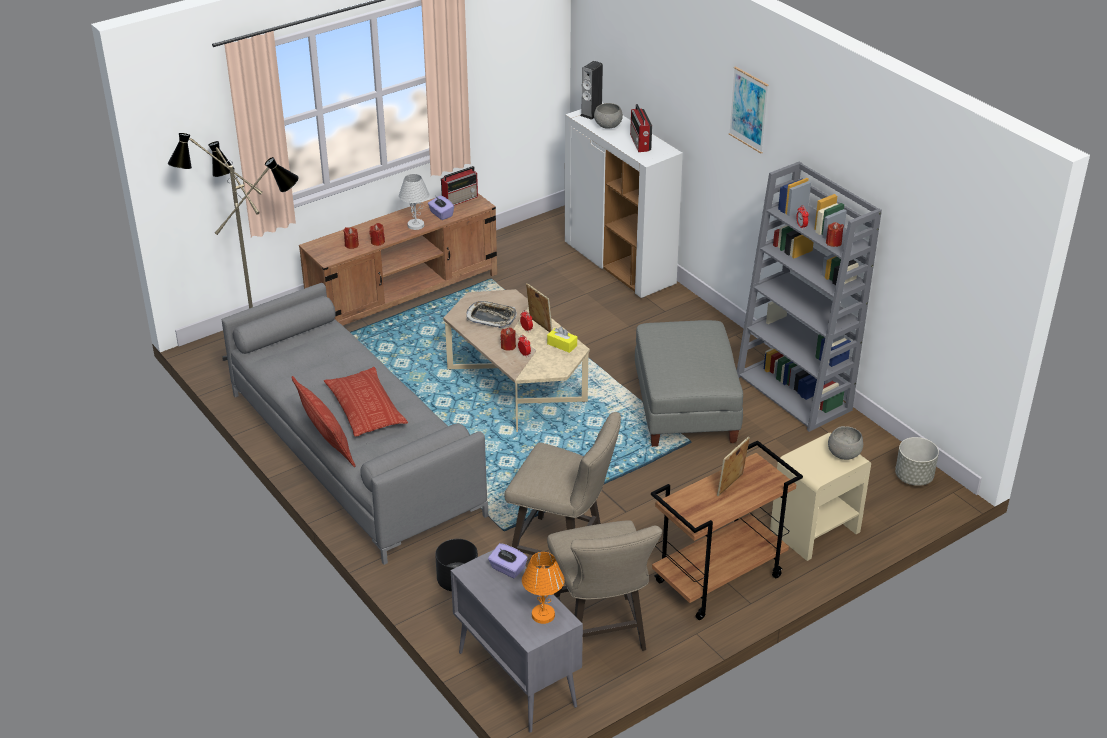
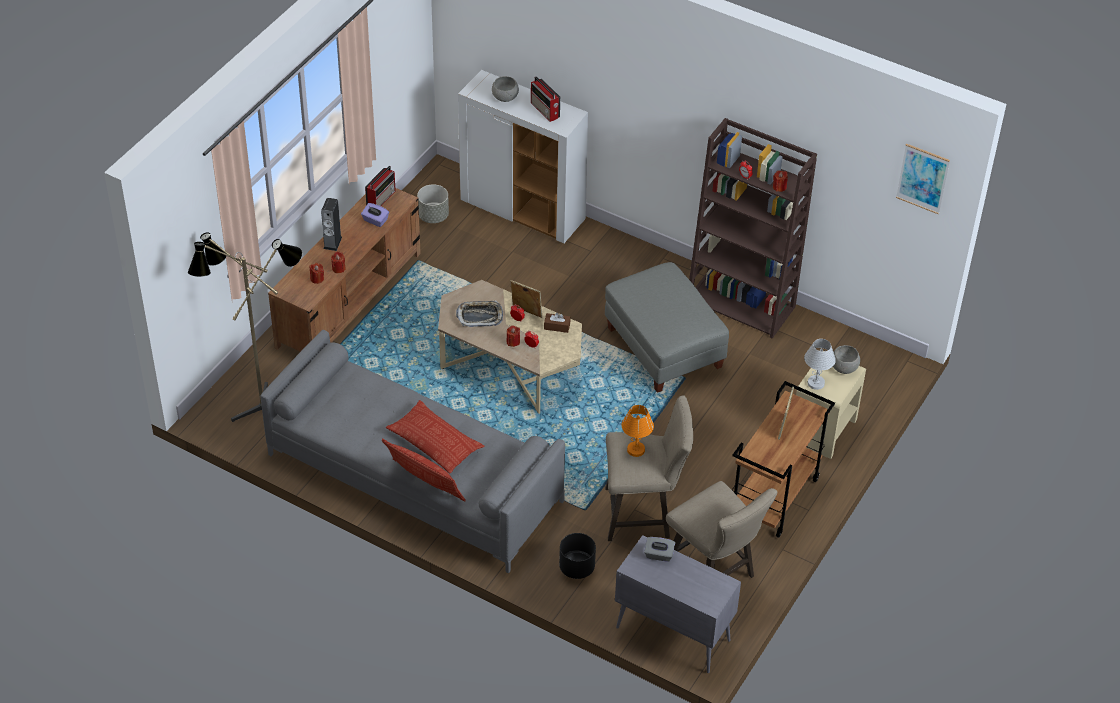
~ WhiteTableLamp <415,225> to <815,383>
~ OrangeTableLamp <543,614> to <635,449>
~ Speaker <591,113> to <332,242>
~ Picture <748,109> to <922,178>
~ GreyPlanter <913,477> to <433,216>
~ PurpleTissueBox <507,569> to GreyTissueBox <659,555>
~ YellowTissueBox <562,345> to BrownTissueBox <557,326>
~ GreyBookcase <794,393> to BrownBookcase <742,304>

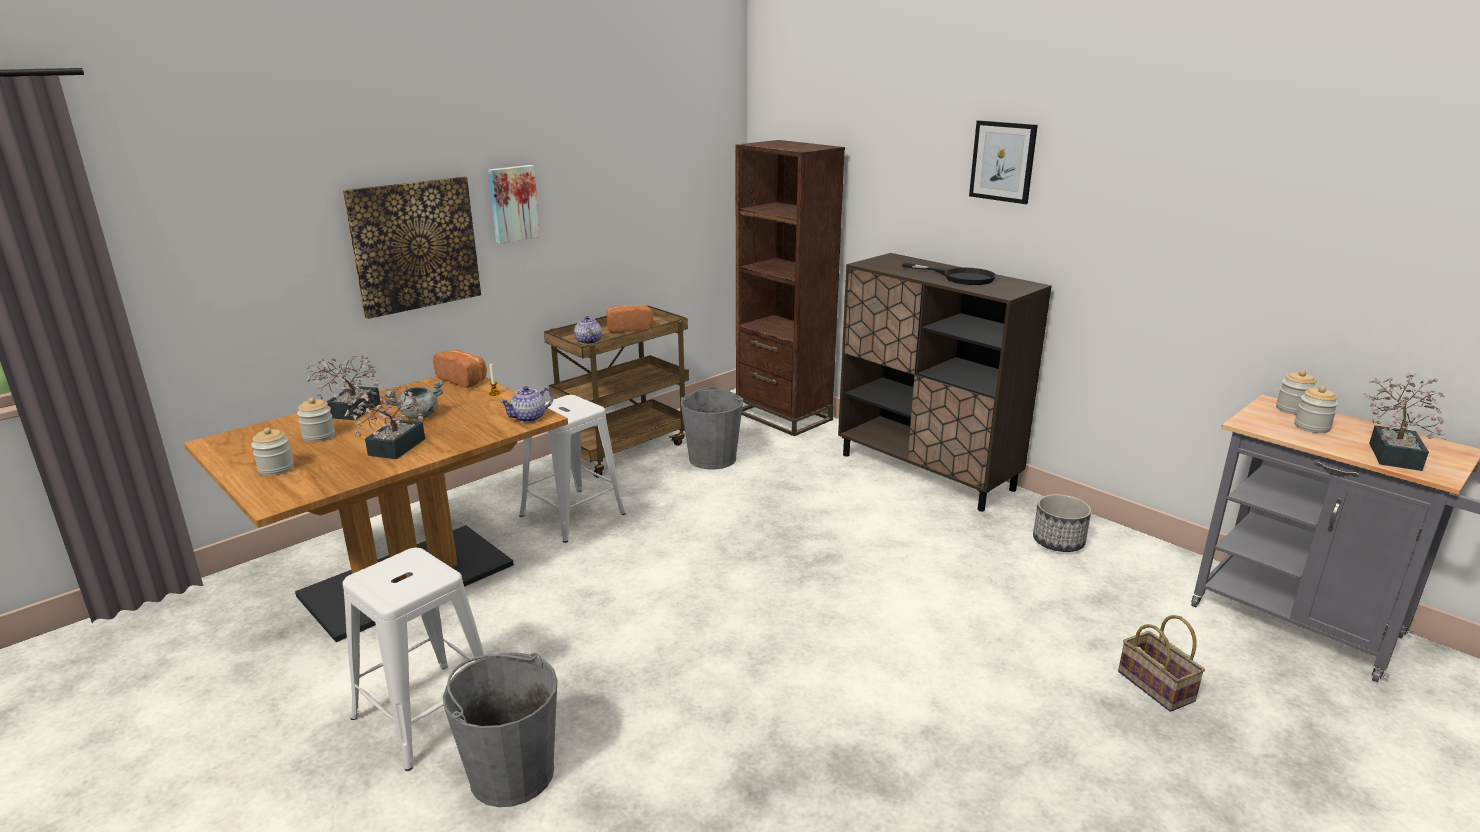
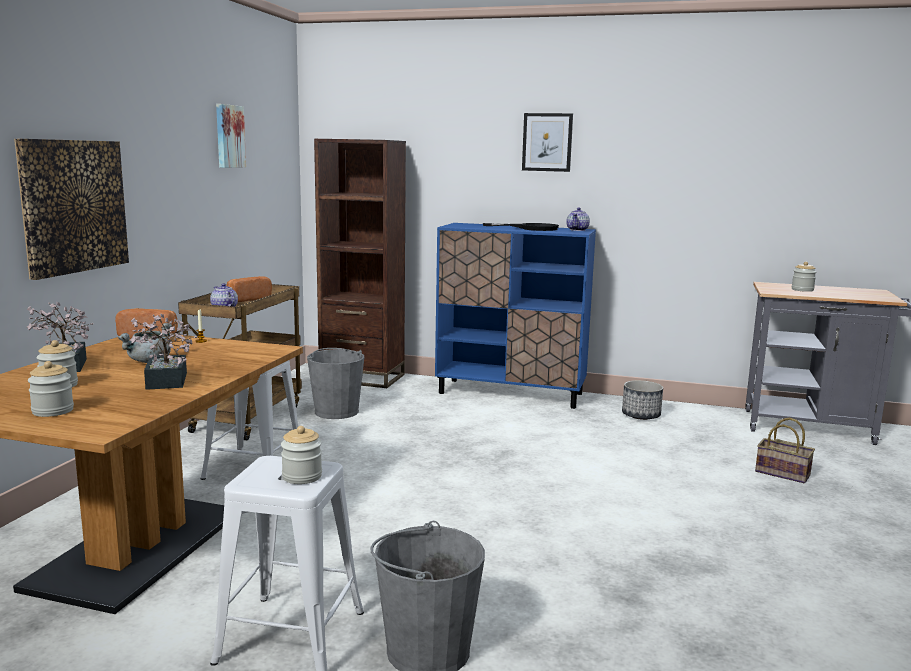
- PottedPlant <1394,453>
~ Picture <513,203> to <229,136>
~ Teapot <529,418> to <577,230>
~ Jar <1292,409> to <302,476>
~ BrownCabinet <926,472> to BlueCabinet <511,393>

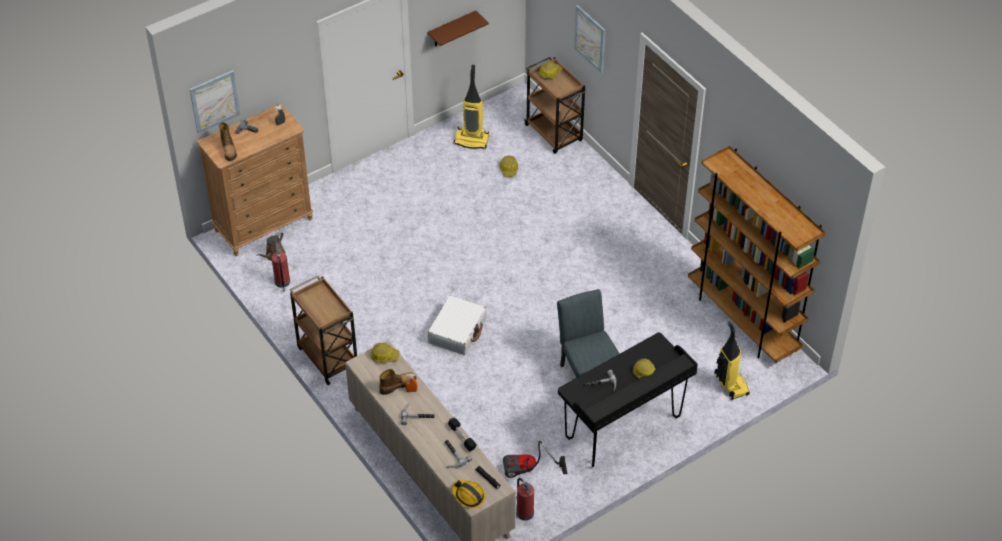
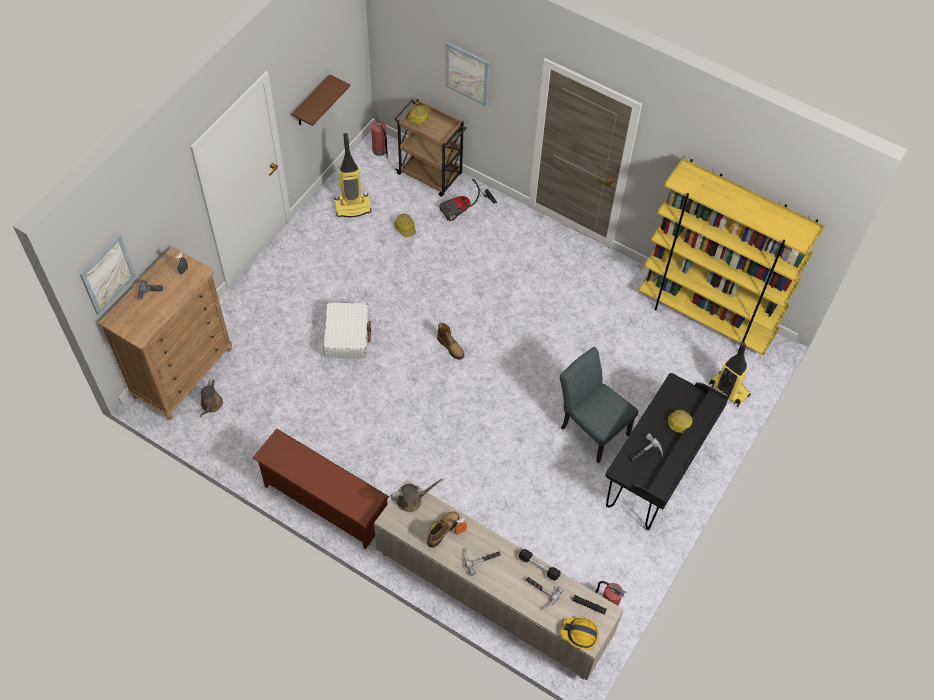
~ Boot <229,150> to <451,347>
~ FireExtinguisher <282,282> to <380,150>
~ WhiteSuitcase <457,331> to <347,335>
~ VacuumCleaner <529,470> to <464,210>
~ BrownCart <327,357> to BrownShoeRack <324,504>
~ HardHat <384,356> to BrownWateringCan <412,500>
~ BrownBookcase <743,320> to YellowBookcase <705,318>

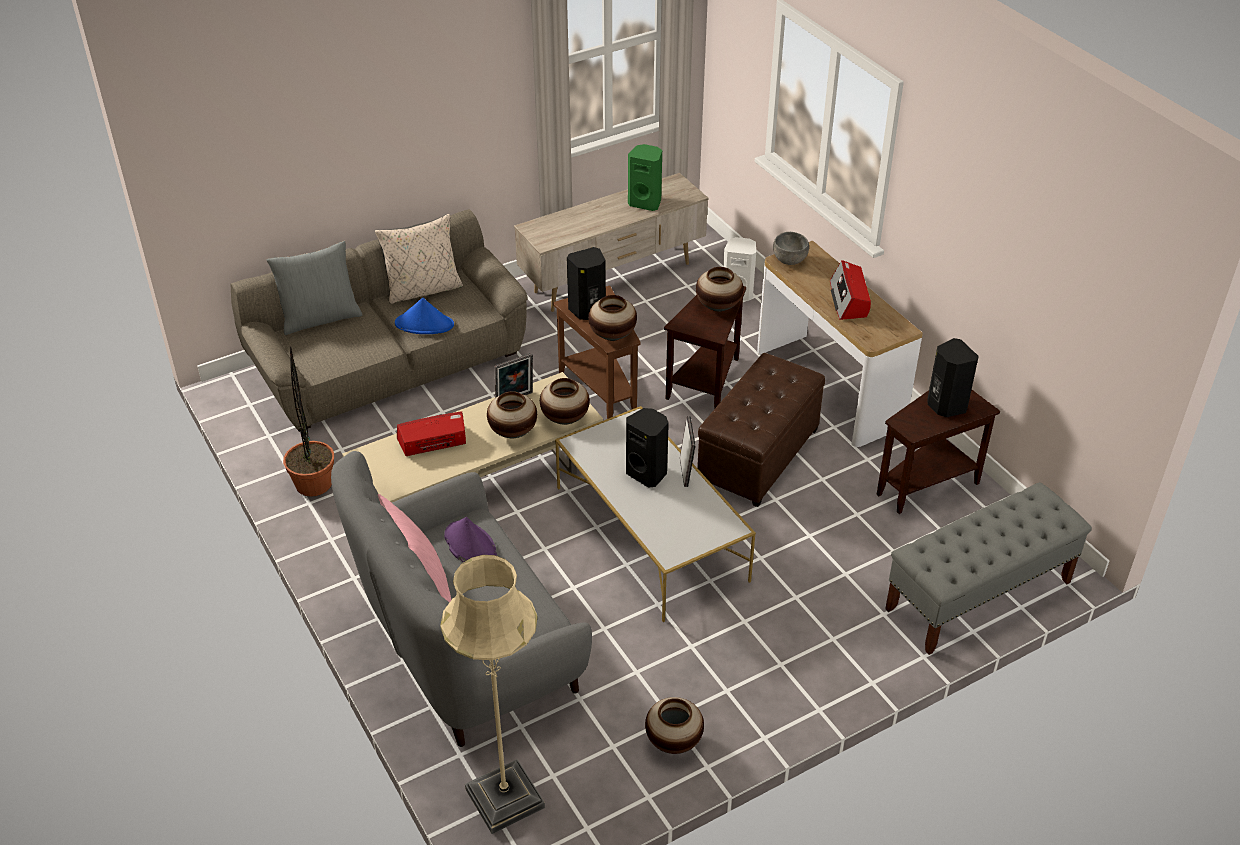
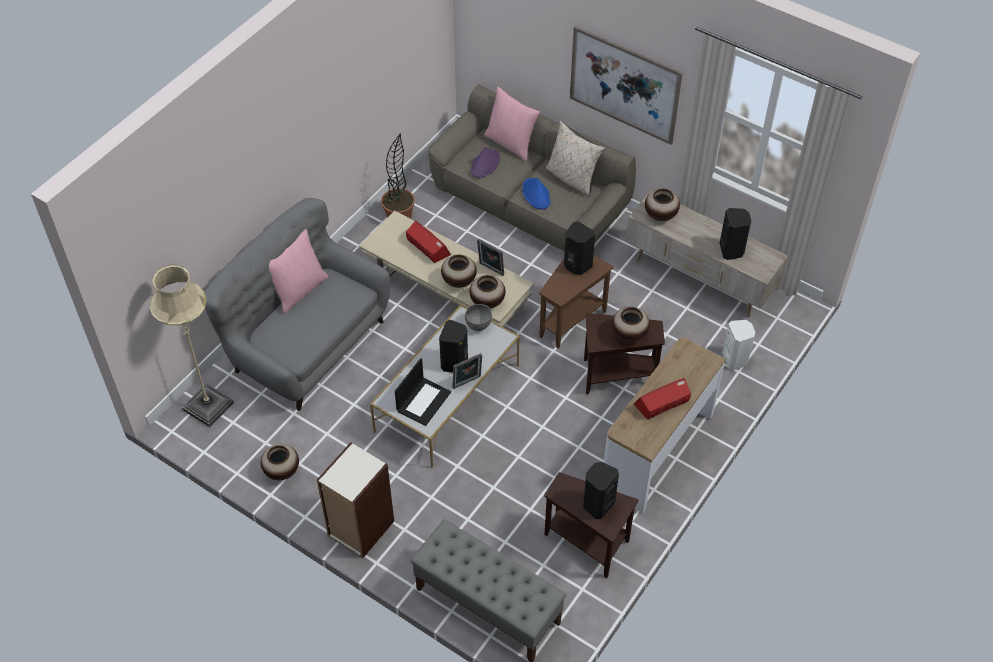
- BrownOttoman <757,455>
+ Bookcase <360,529>
+ Laptop <423,401>
+ Picture <624,85>
~ PurpleHat <470,545> to <485,164>
~ Vase <613,335> to <660,216>
~ GreyBowl <789,260> to <478,325>
~ GreyPillow <320,318> to PinkPillow <511,143>
~ GreenSpeaker <645,203> to BlackSpeaker <732,250>

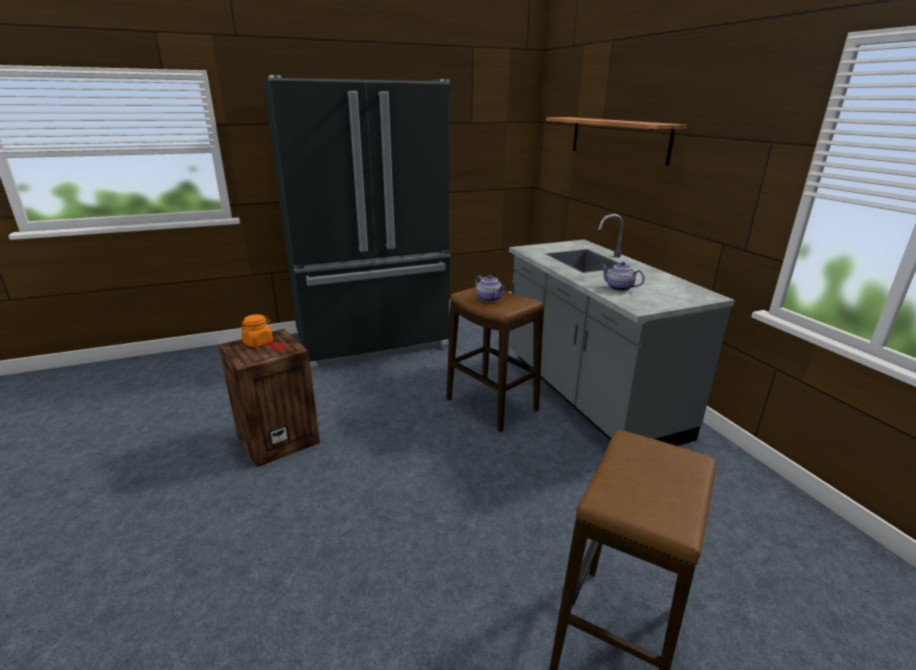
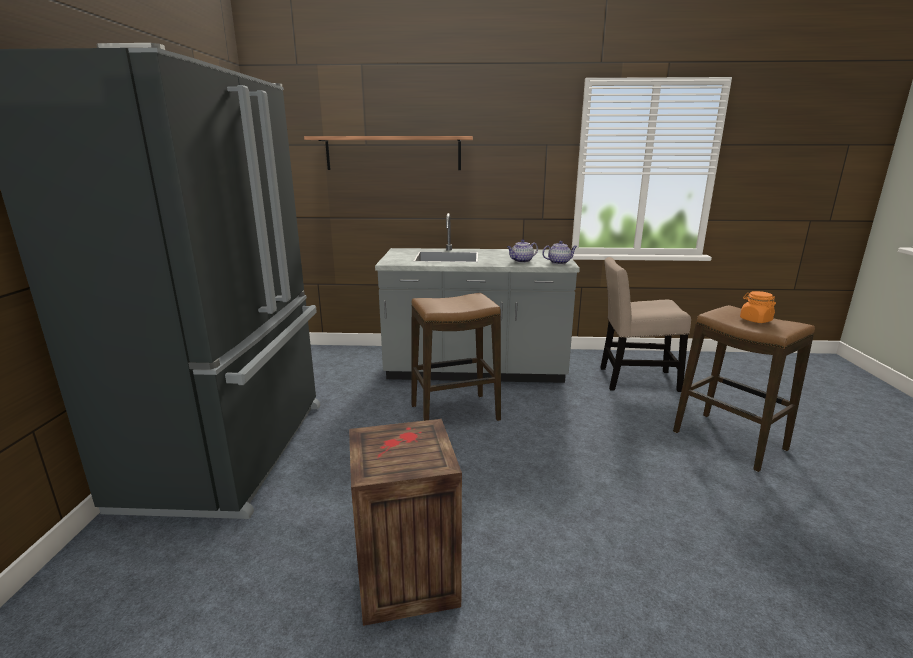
+ BeigeChair <634,379>
~ OrangeJar <258,342> to <755,320>
~ Teapot <489,299> to <559,262>

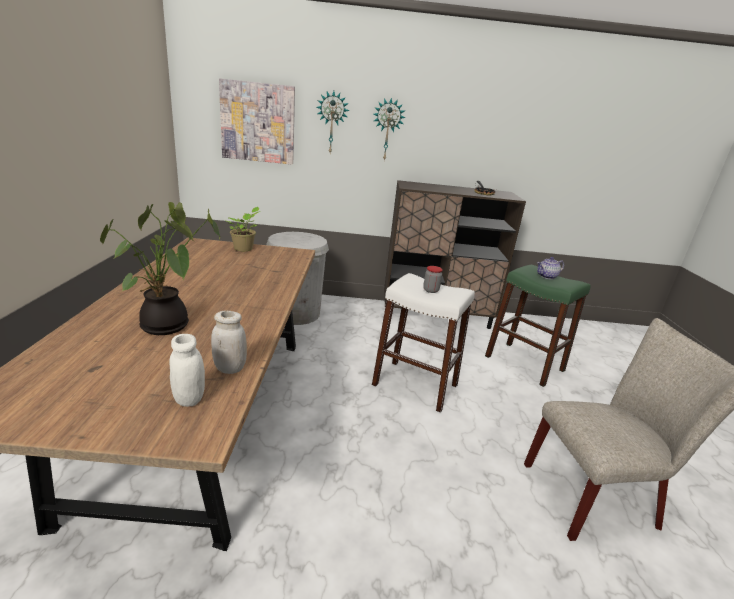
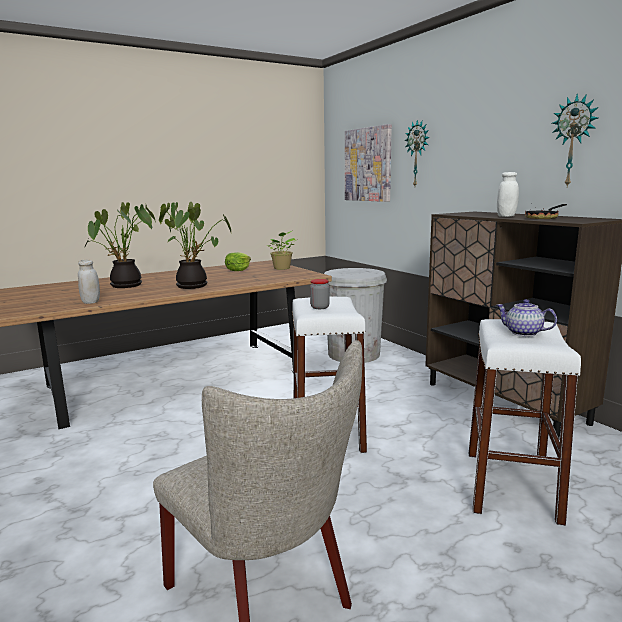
+ PottedPlant <194,286>
+ Lettuce <238,270>
~ WhiteJar <189,399> to <506,216>
~ WallClock <387,130> to <574,141>
~ GreenStool <524,363> to WhiteStool <511,486>

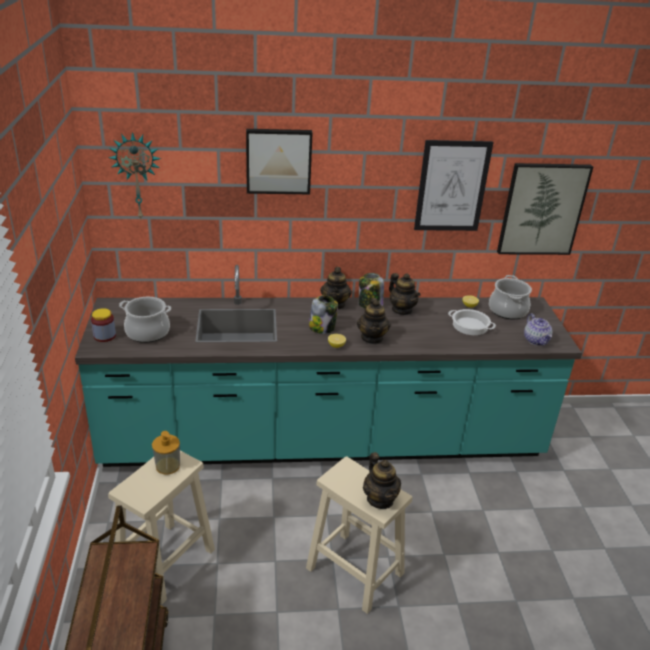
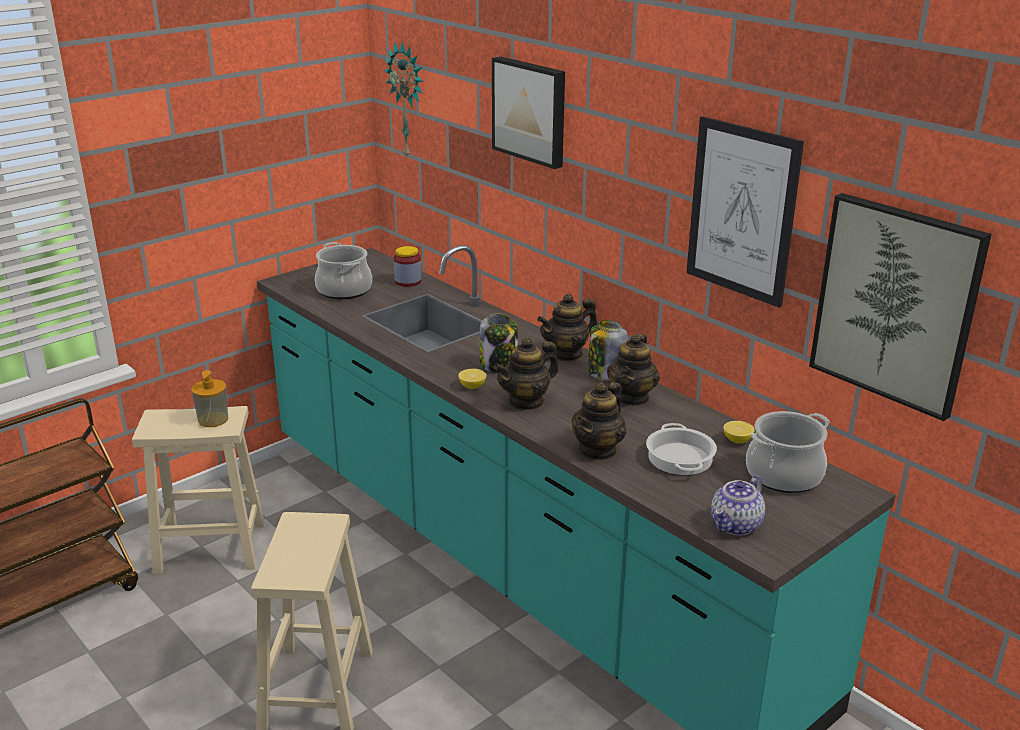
~ Jar <104,336> to <408,281>
~ Teapot <380,499> to <598,450>

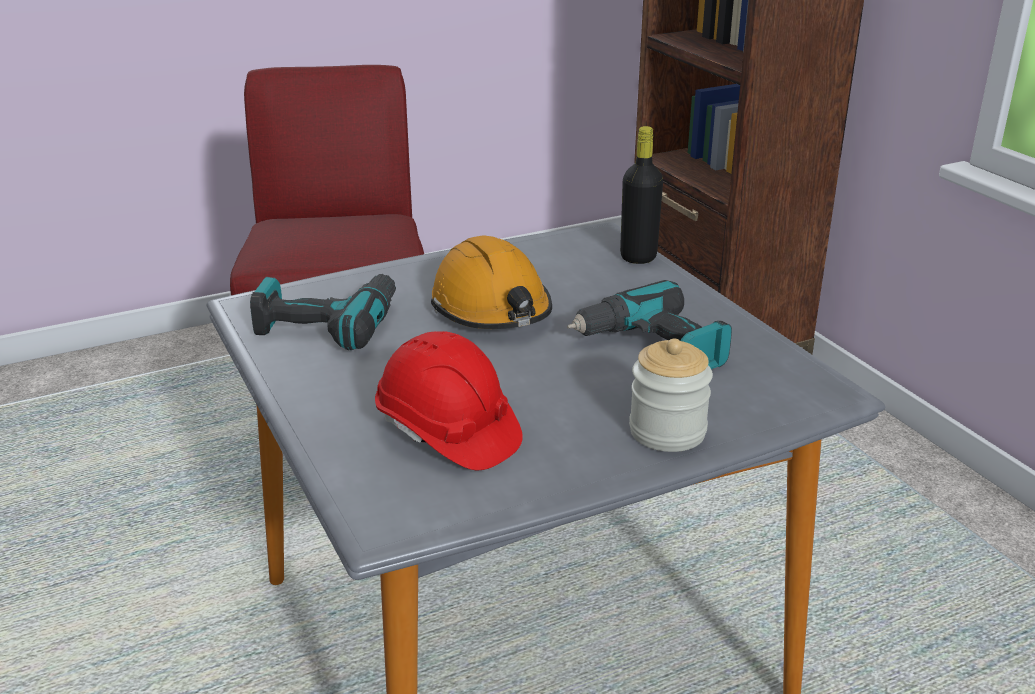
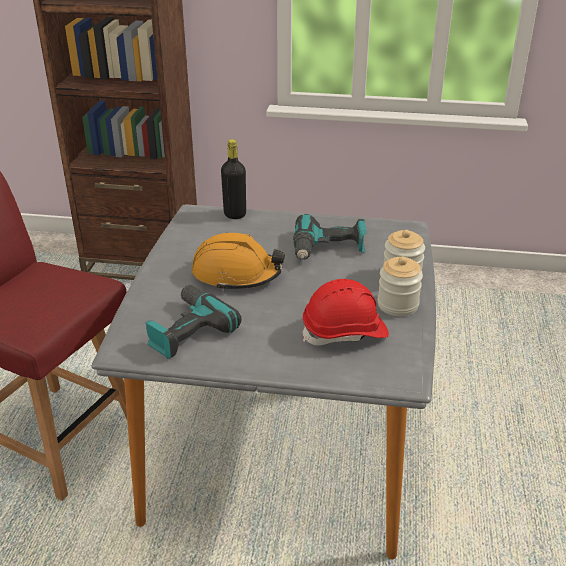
+ Jar <397,305>

